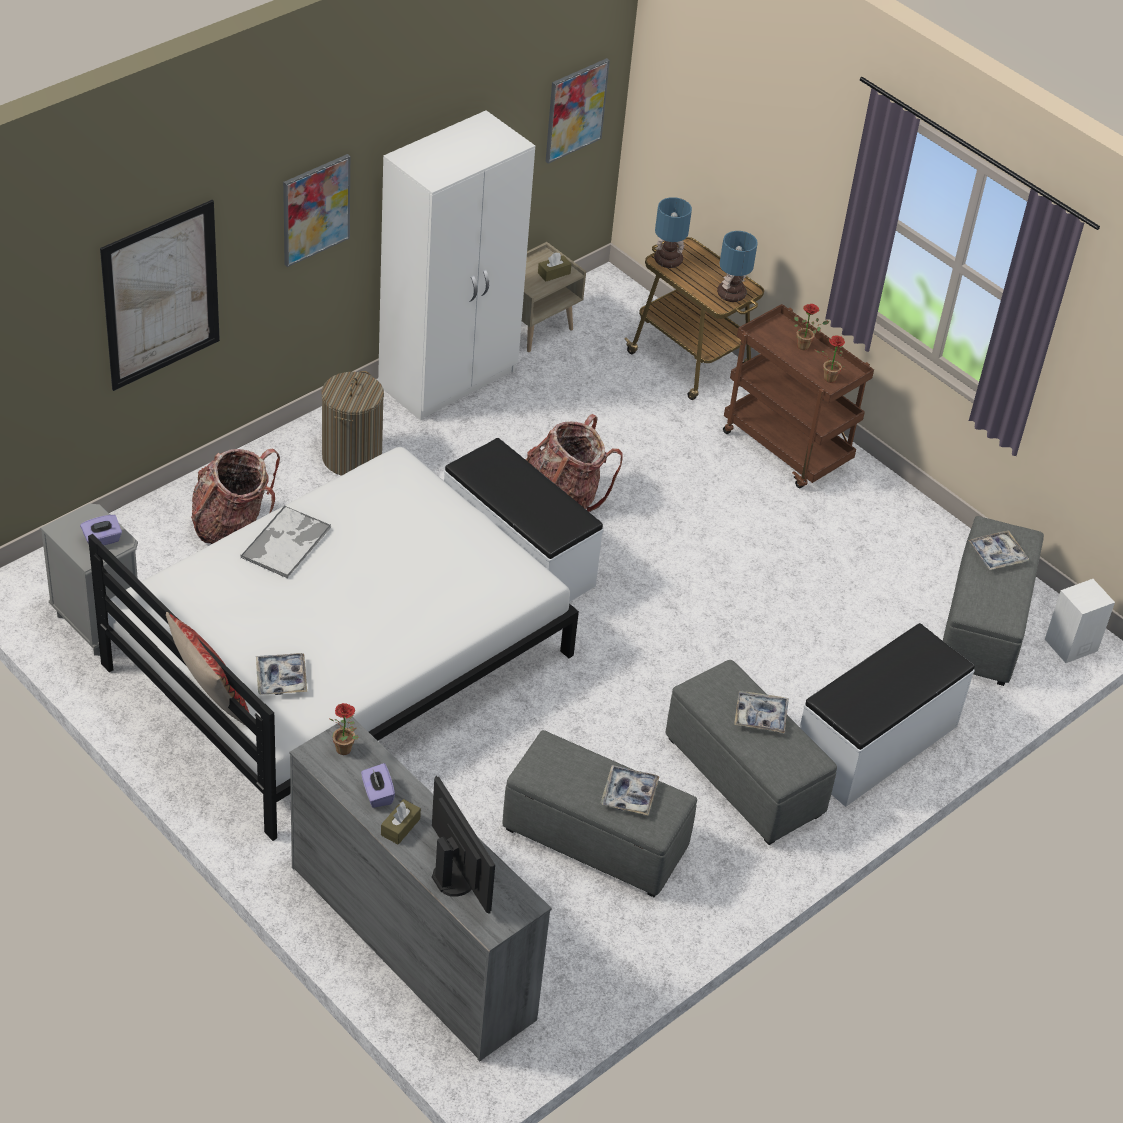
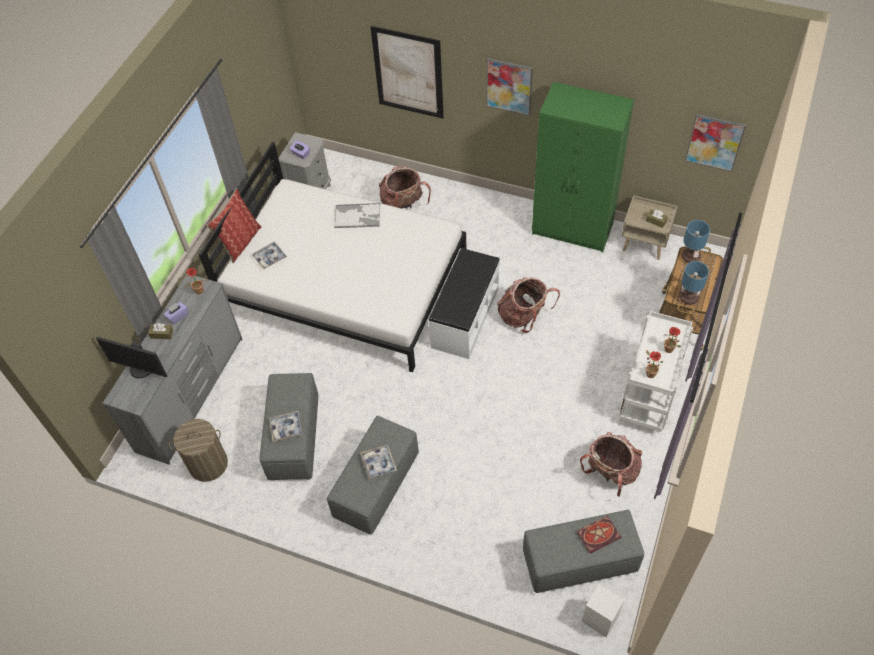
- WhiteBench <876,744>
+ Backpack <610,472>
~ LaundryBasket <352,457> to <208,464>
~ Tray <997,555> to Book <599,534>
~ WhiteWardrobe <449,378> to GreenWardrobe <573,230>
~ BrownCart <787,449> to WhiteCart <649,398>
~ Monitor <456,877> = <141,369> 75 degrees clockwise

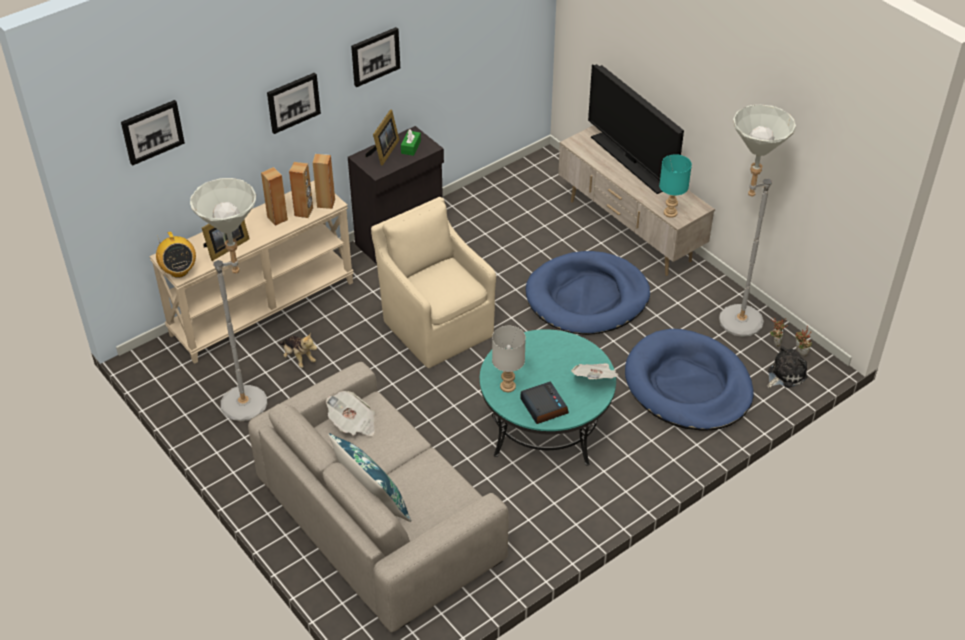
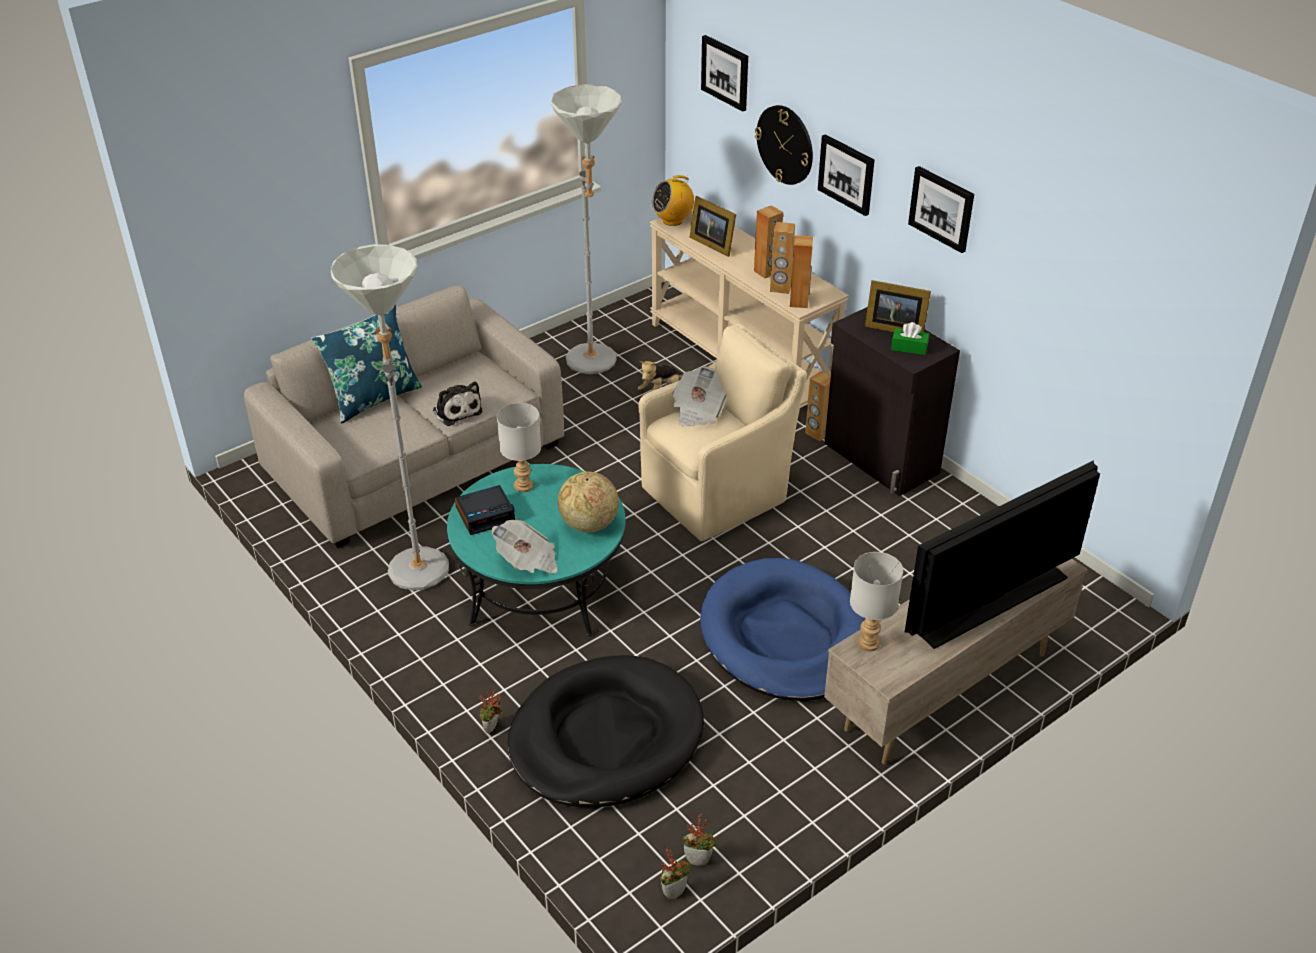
+ PottedPlant <492,729>
+ Globe <588,524>
+ WallClock <785,144>
+ BrownSpeaker <817,433>
~ Newspaper <353,423> to <698,411>
~ GreyFloorLamp <731,323> to <417,561>
~ PlushToy <784,374> to <456,410>
~ BlueDogBed <688,385> to BlackDogBed <606,737>
~ TurquoiseTableLamp <670,213> to GreyTableLamp <867,643>

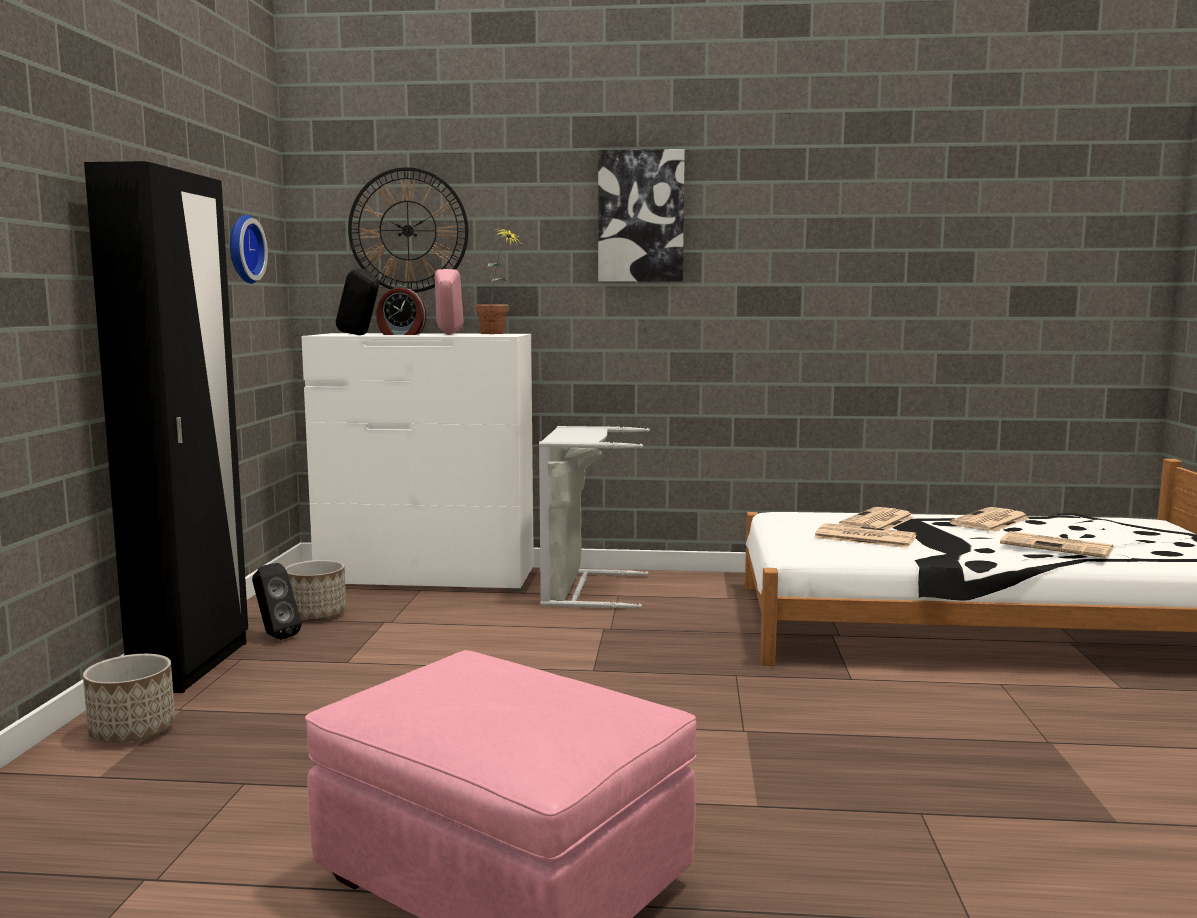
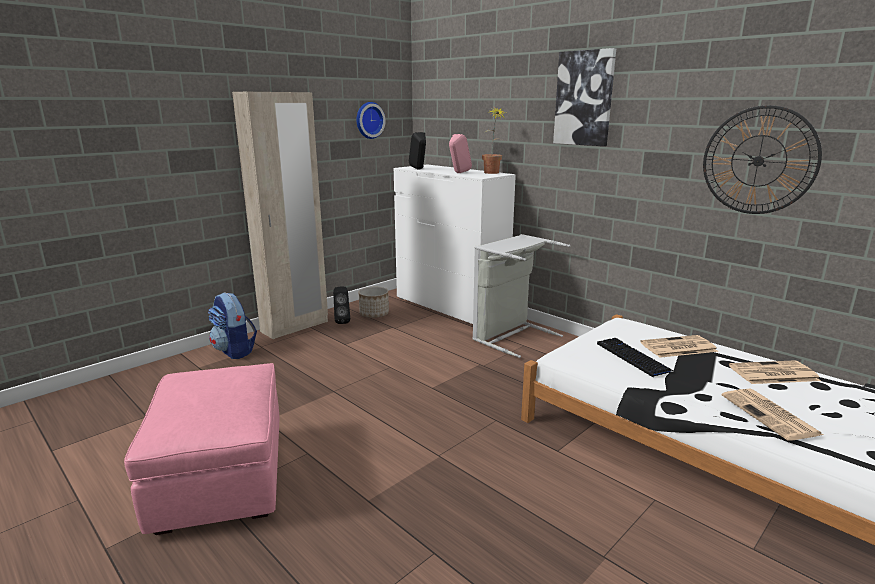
- AlarmClock <401,334>
~ WallClock <408,230> to <758,161>
~ Planter <133,731> to Backpack <235,351>
~ Newspaper <863,537> to Keyboard <633,357>
~ BlackWardrobe <192,666> to BeigeWardrobe <295,327>

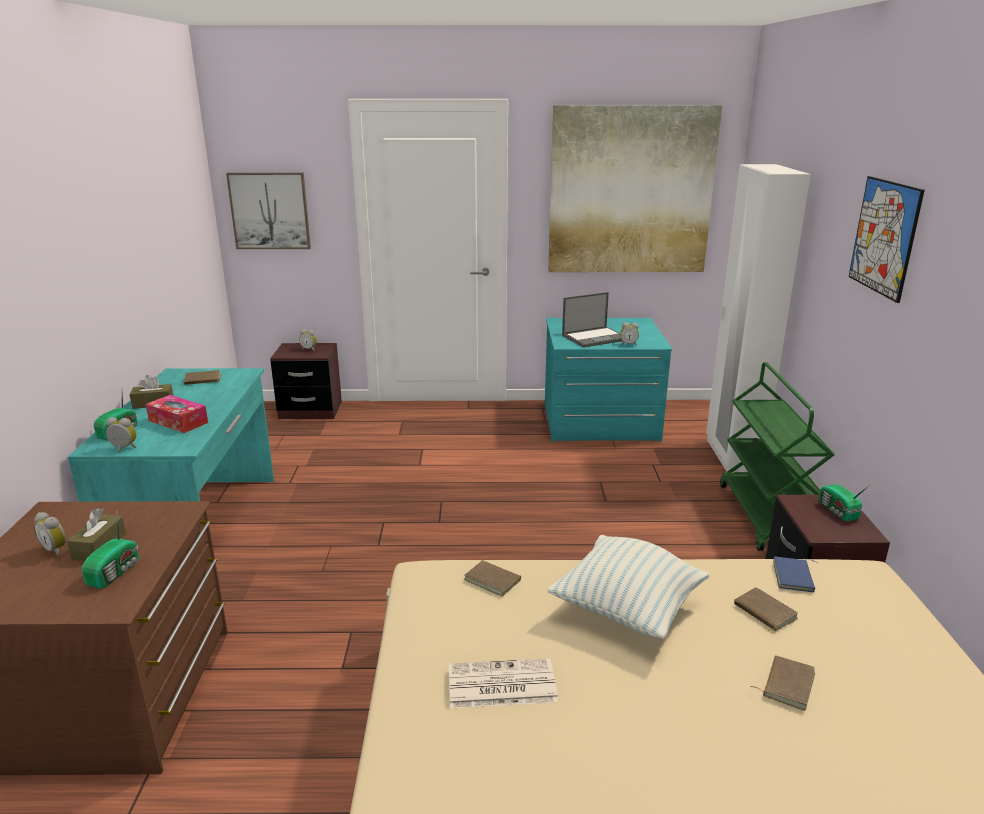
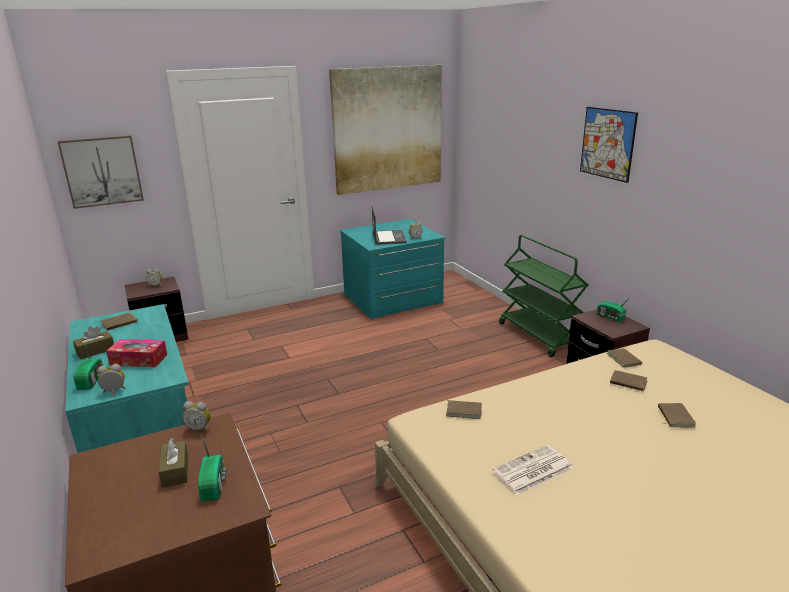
- Pillow <626,610>
- WhiteWardrobe <731,458>
~ AlarmClock <56,550> to <199,428>
~ BlueBook <794,577> to BrownBook <624,359>
~ Laptop <595,337> = <388,237> 45 degrees counterclockwise

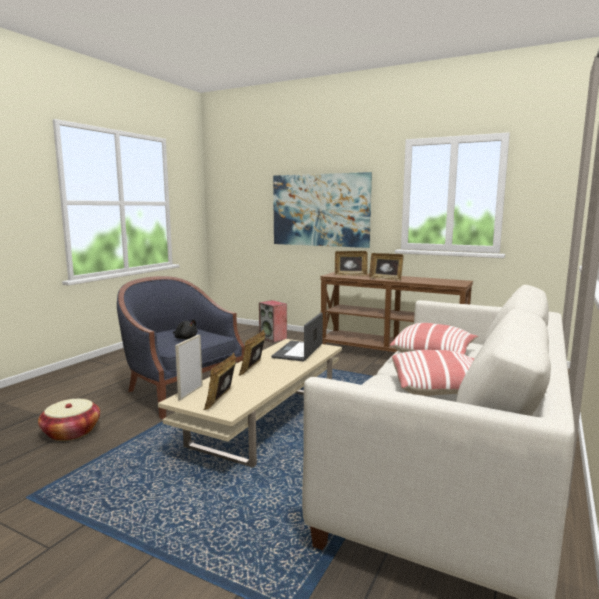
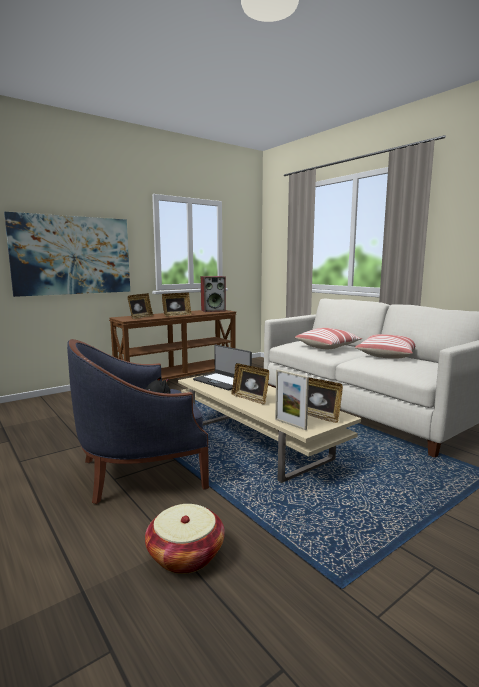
~ Speaker <273,338> to <213,310>

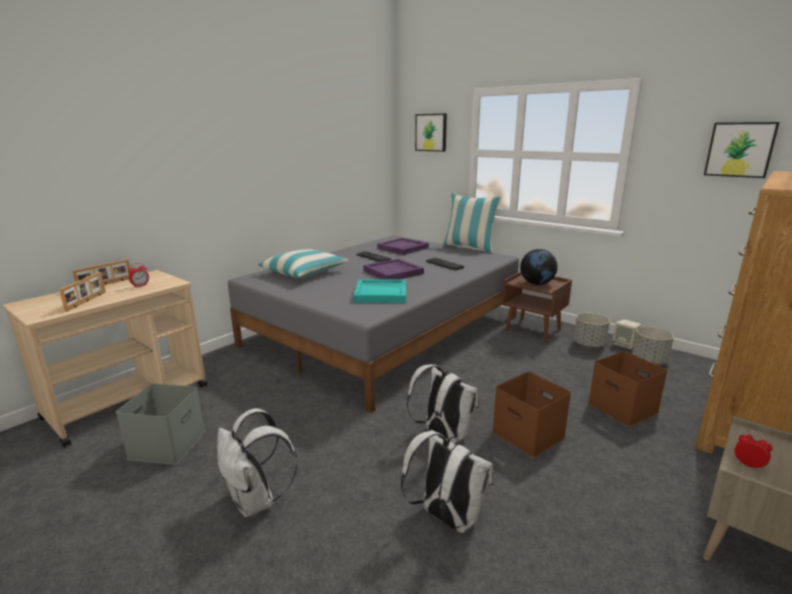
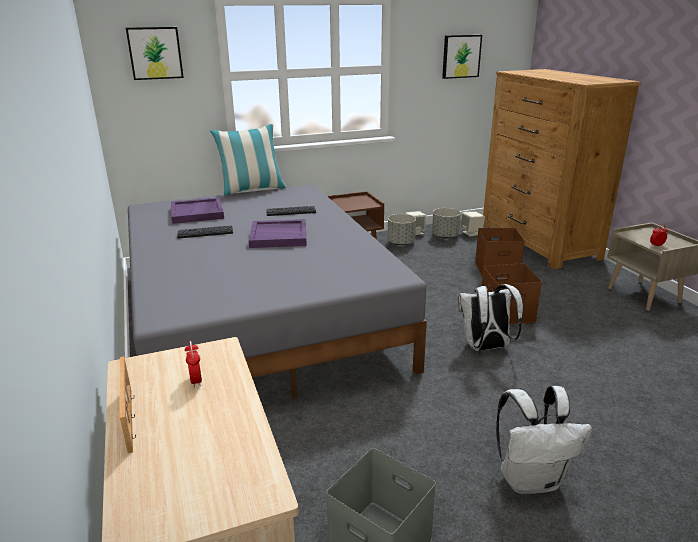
- PictureFrame <87,301>
- Pillow <304,273>
- TurquoiseTray <381,293>
- WhiteBackpack <446,517>
- Globe <537,284>
+ BeigeSpeaker <471,233>

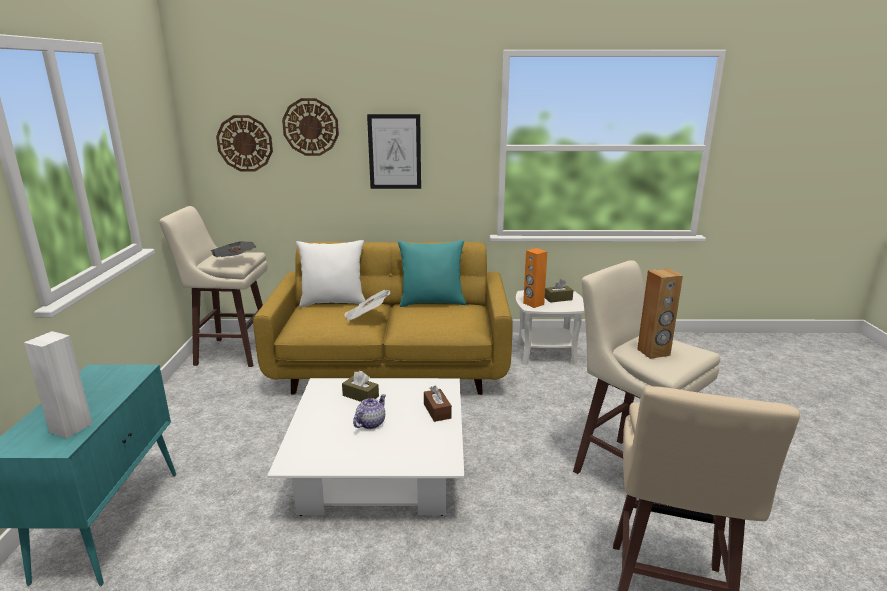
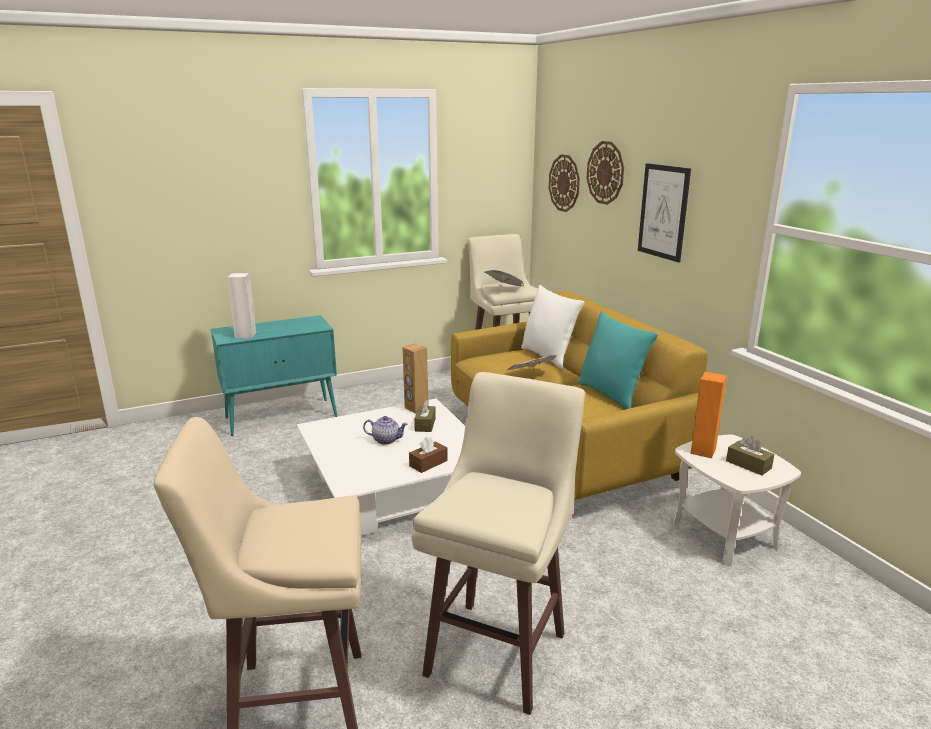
~ BrownSpeaker <653,352> to <416,408>

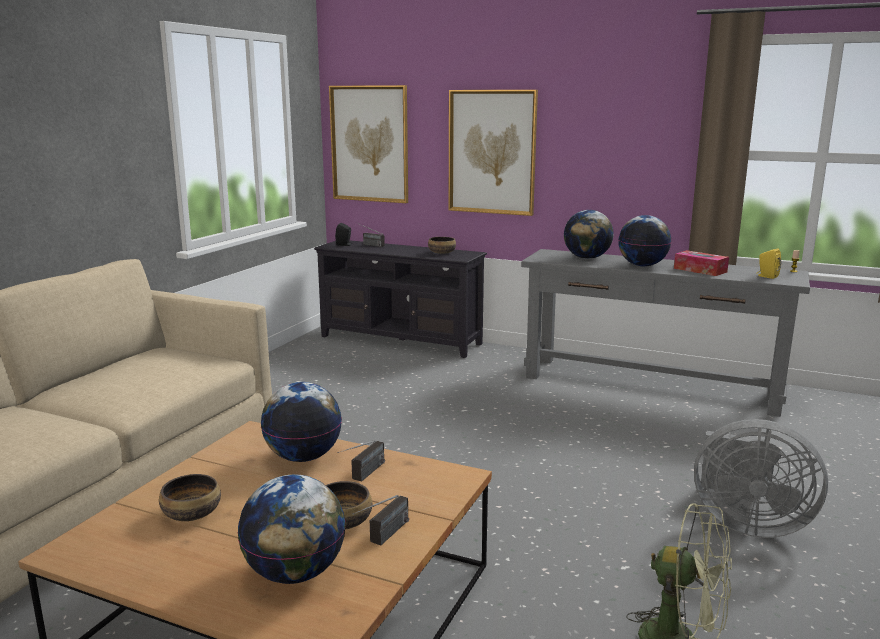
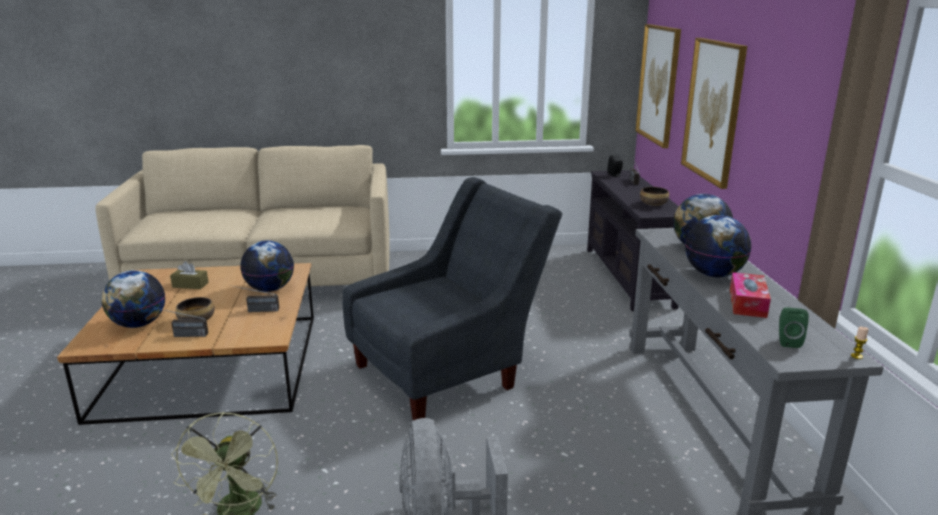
+ GreyArmchair <449,371>
~ Bowl <192,513> to BrownTissueBox <190,285>
~ YellowSpeaker <766,276> to GreenSpeaker <788,341>

